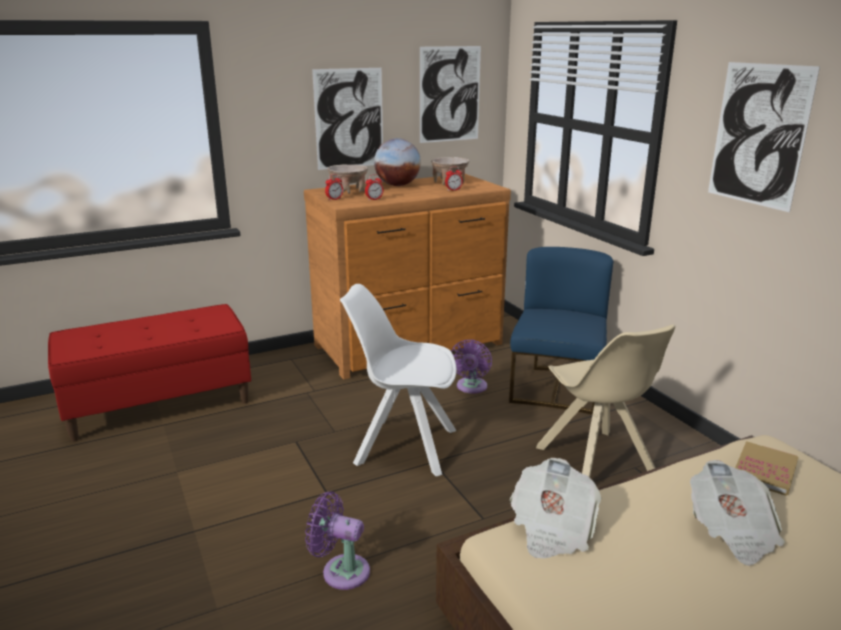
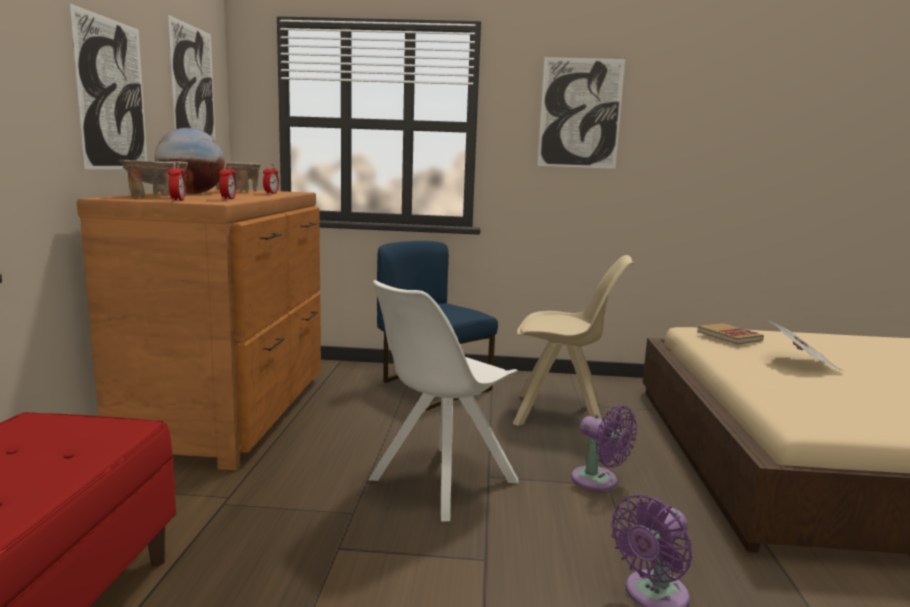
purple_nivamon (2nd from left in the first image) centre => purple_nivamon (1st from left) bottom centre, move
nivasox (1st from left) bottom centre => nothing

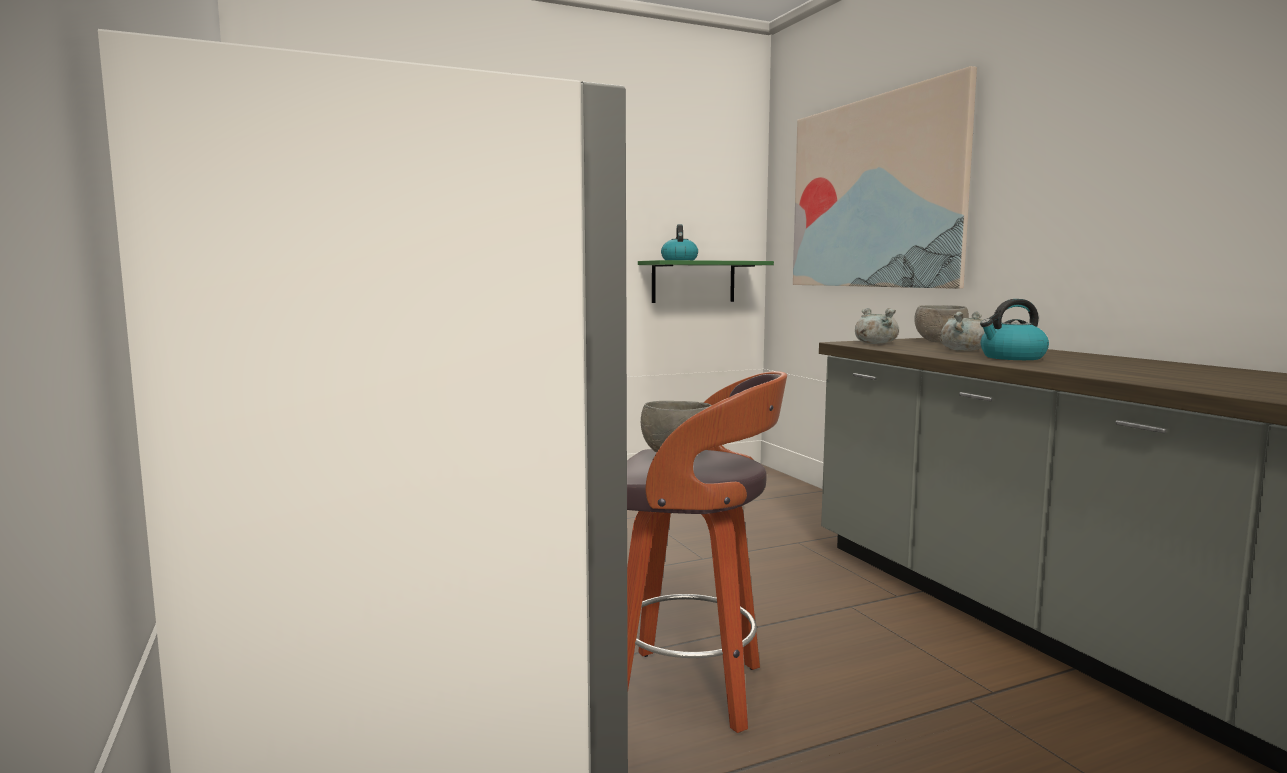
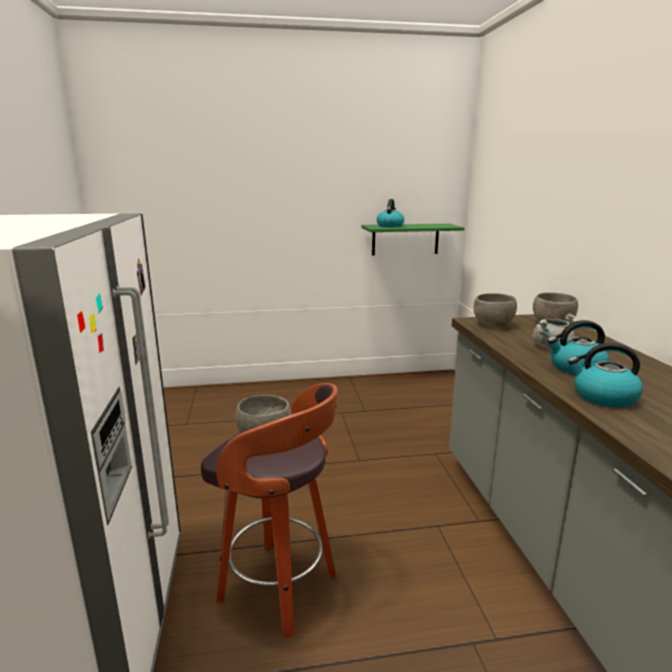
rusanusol top right => nothing
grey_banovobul (1st from left) middle right => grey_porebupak (2nd from left) middle right
nothing => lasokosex (3rd from left) middle right

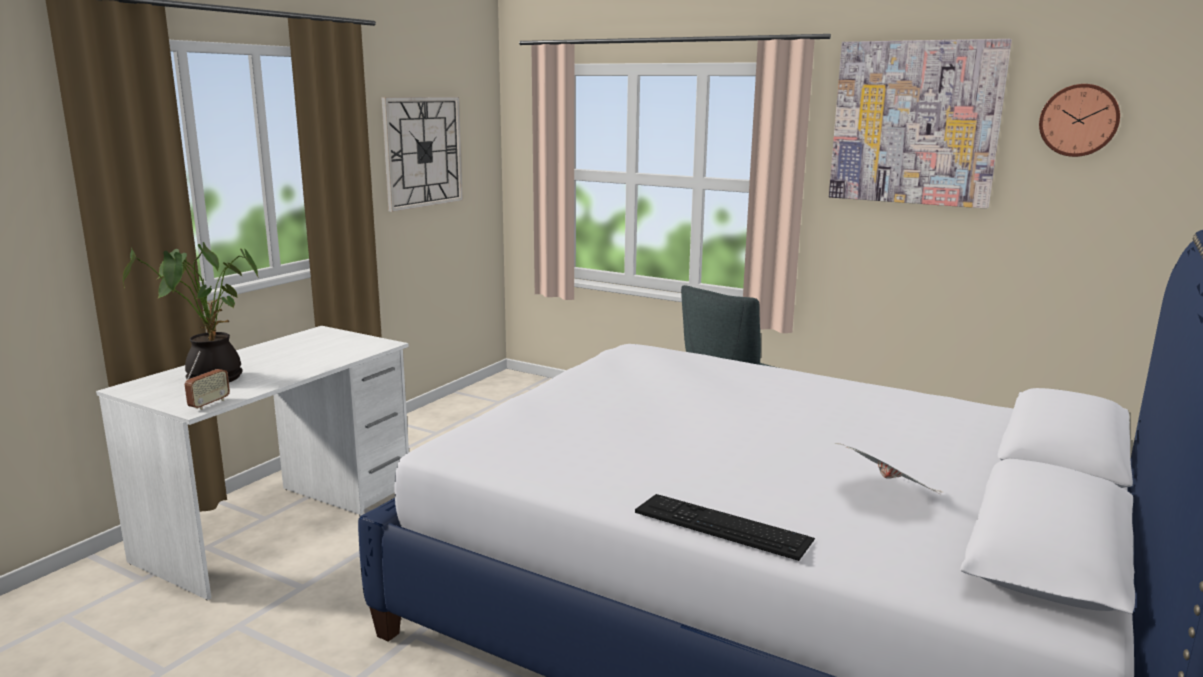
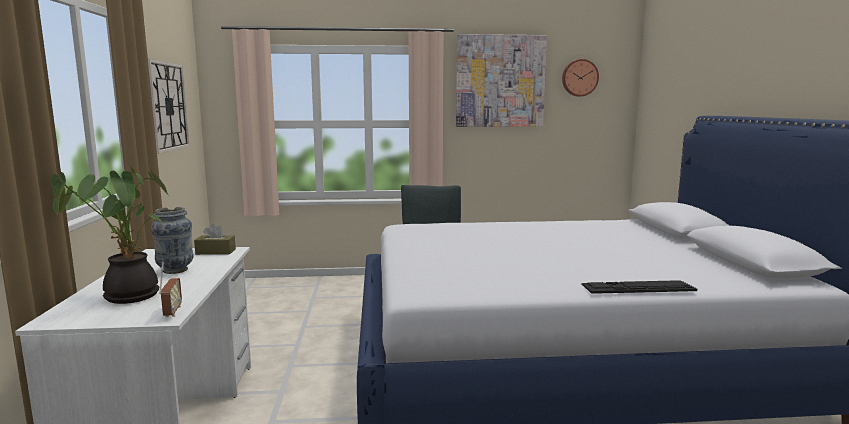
nivasox bottom right => nothing
nothing => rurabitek middle left
nothing => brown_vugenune middle left

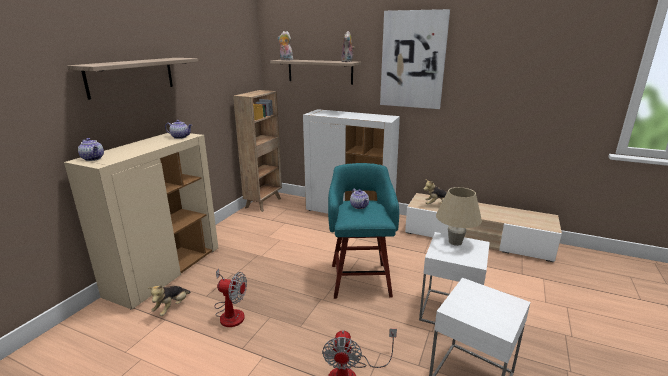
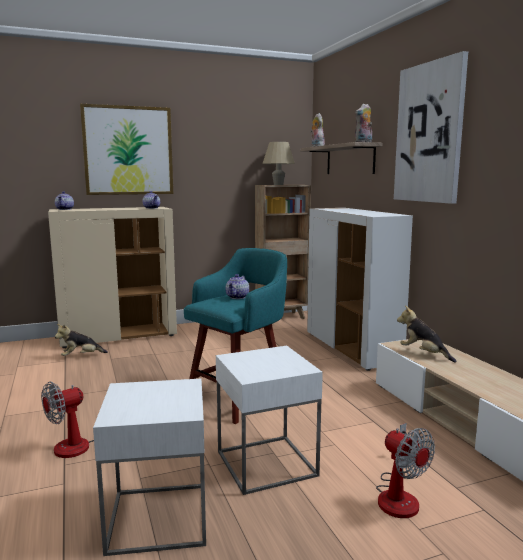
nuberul (1st from left) top left => rusanusol (1st from left) top left
nivamon (1st from left in the first image) bottom centre => nivamon (2nd from left) bottom right, move
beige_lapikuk middle right => beige_lapikuk top centre, move

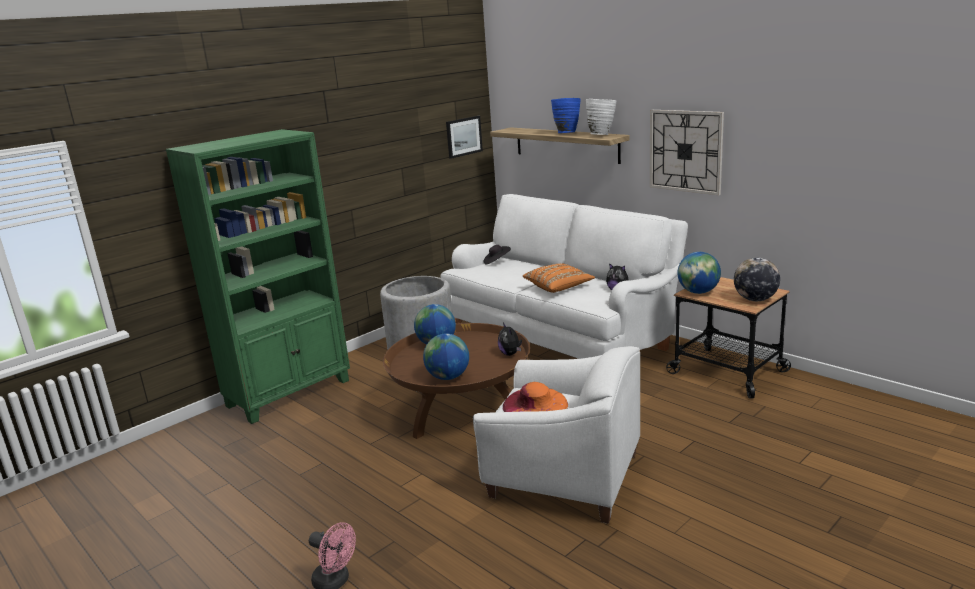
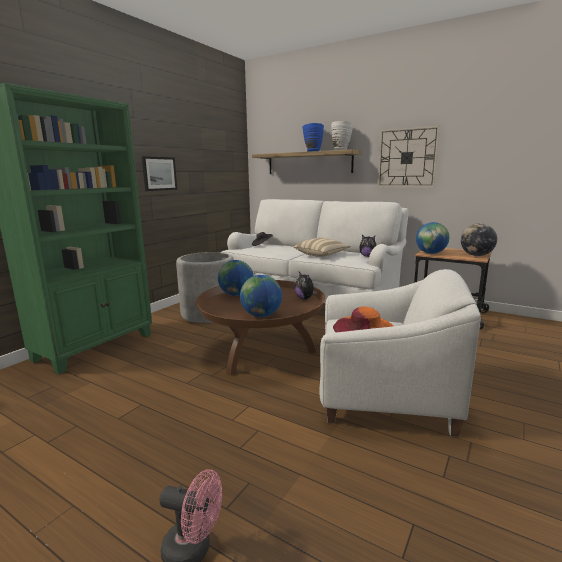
rusanusol top centre => rusanusol top left, move
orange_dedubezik centre => beige_dedubezik centre

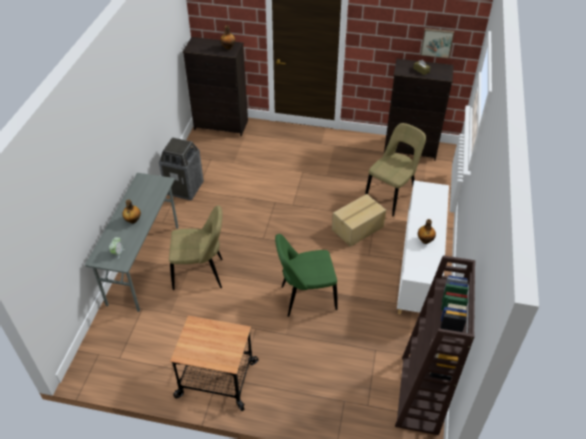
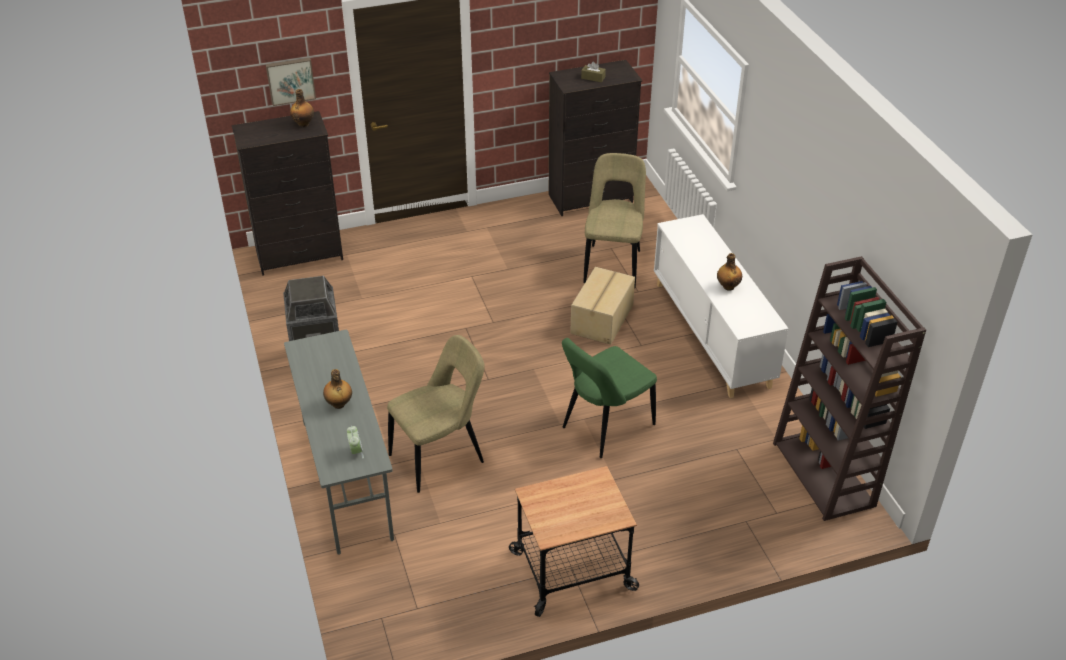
rusanusol top right => rusanusol top left, move

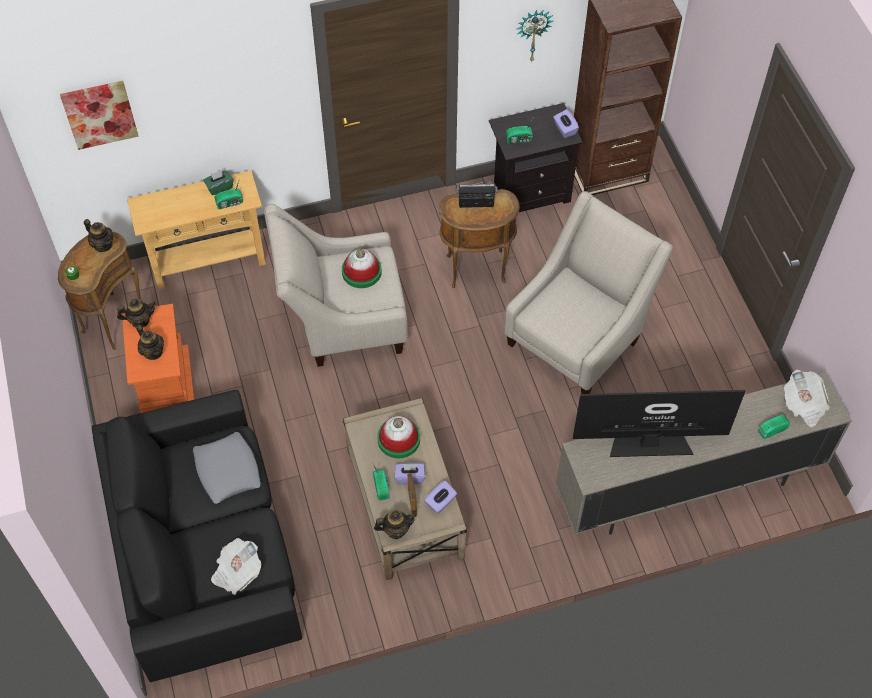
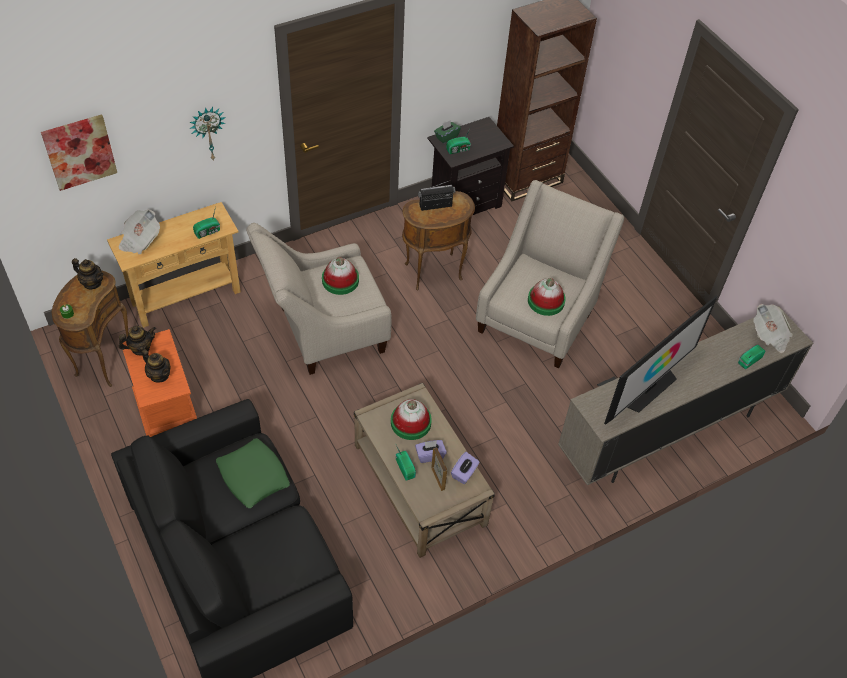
grey_dedubezik bottom left => green_dedubezik bottom left
green_vugenune top left => green_vugenune top centre, move
nivasox (1st from left) bottom left => nivasox (1st from left) middle left, move
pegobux (4th from left) bottom centre => nothing
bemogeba top centre => bemogeba top left, move
purple_vugenune (3rd from left) top centre => nothing
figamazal middle right, 150 degrees clockwise
nothing => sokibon (3rd from left) centre

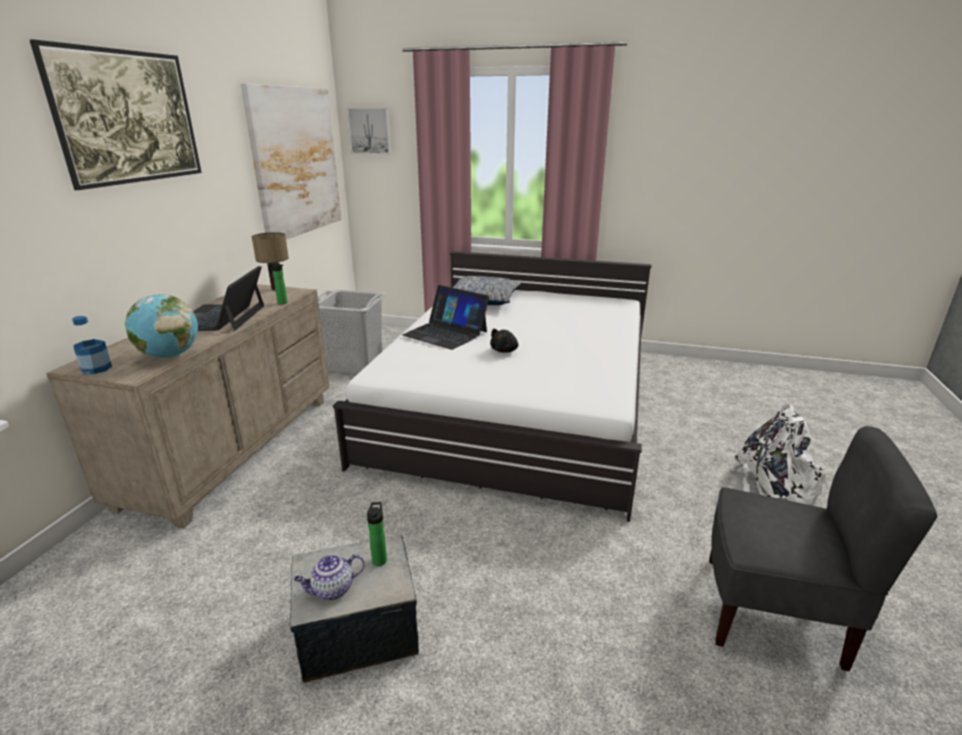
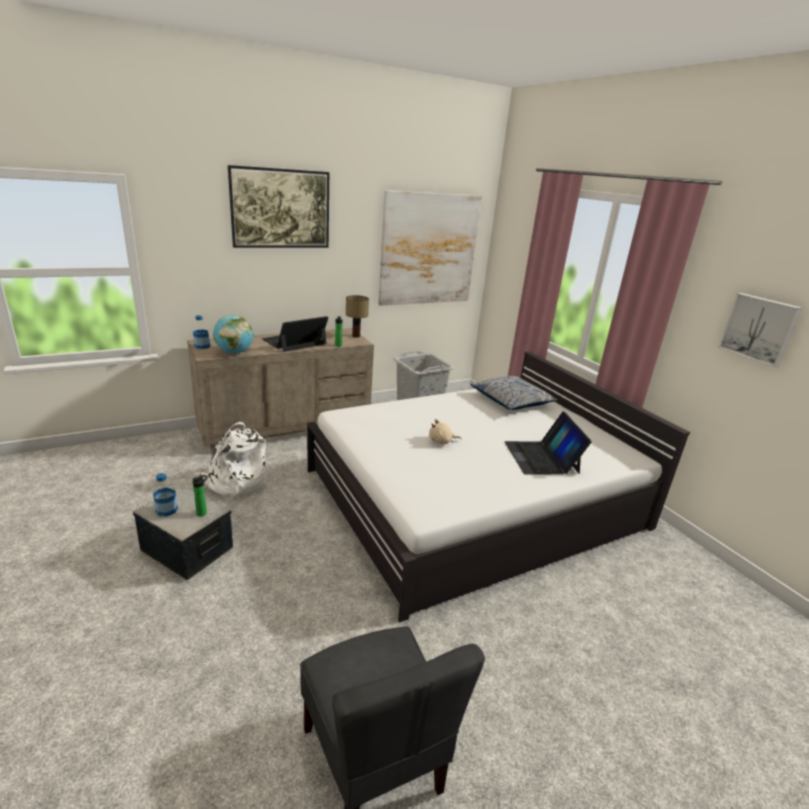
pegobux bottom centre => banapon (1st from left) middle left
rusanusol (3rd from left) top centre => rusanusol (3rd from left) middle right, move
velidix (2nd from left) centre => velidix (2nd from left) middle right, move
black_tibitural centre => beige_tibitural centre
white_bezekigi middle right => white_bezekigi middle left, move

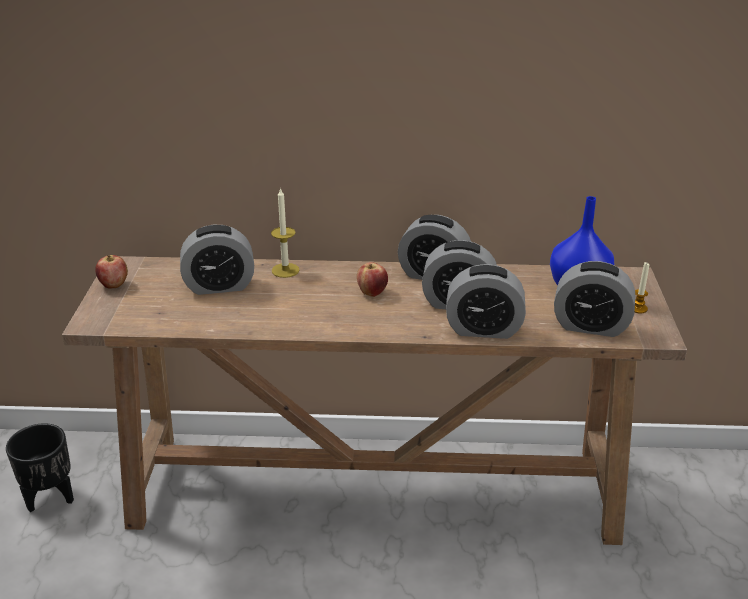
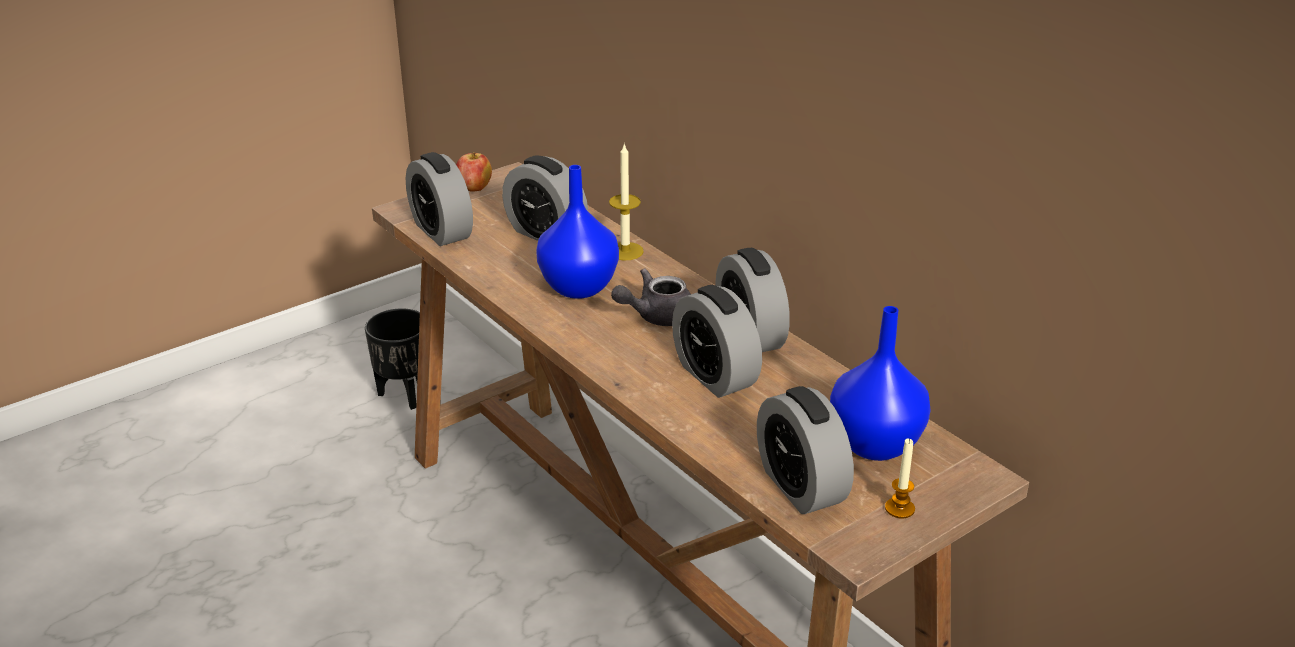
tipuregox (2nd from left) centre => grey_pegobux centre
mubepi (4th from left in the first image) centre => mubepi (1st from left) top centre, move
nothing => blue_rurabitek (1st from left) centre

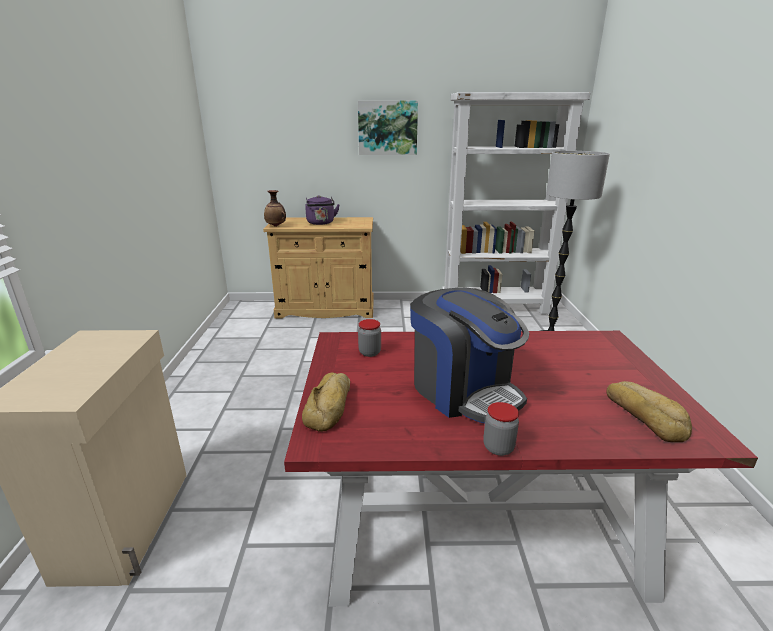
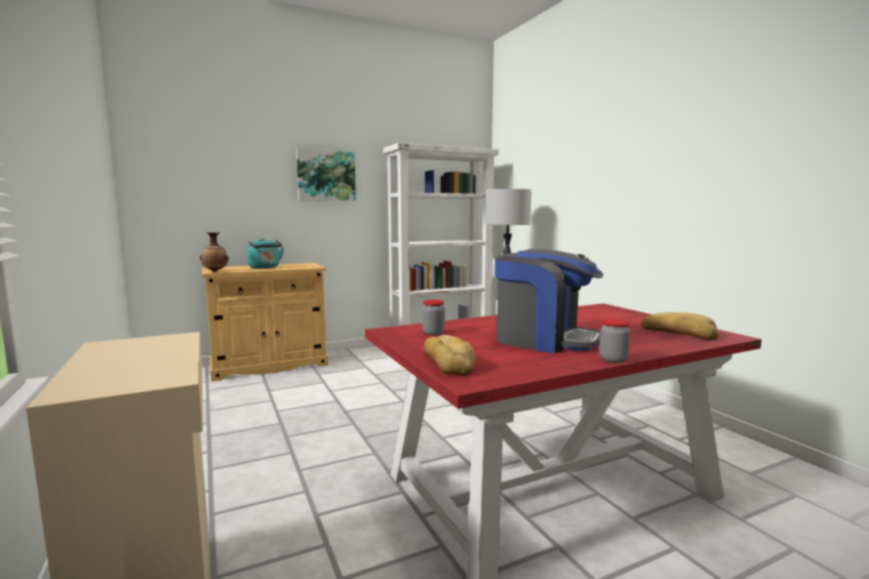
purple_lasokosex top centre => turquoise_lasokosex middle left

